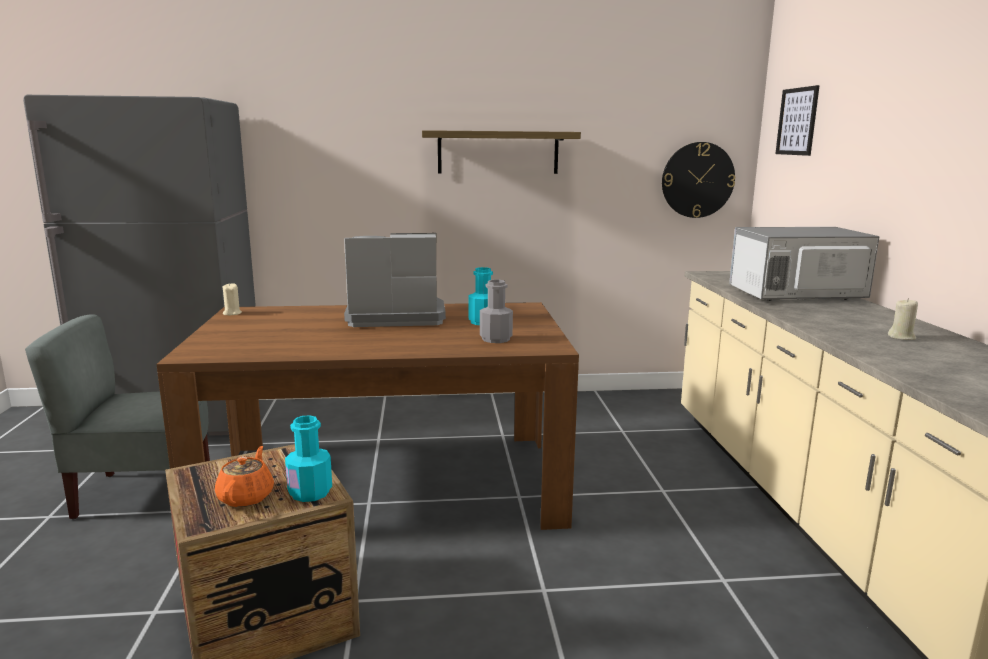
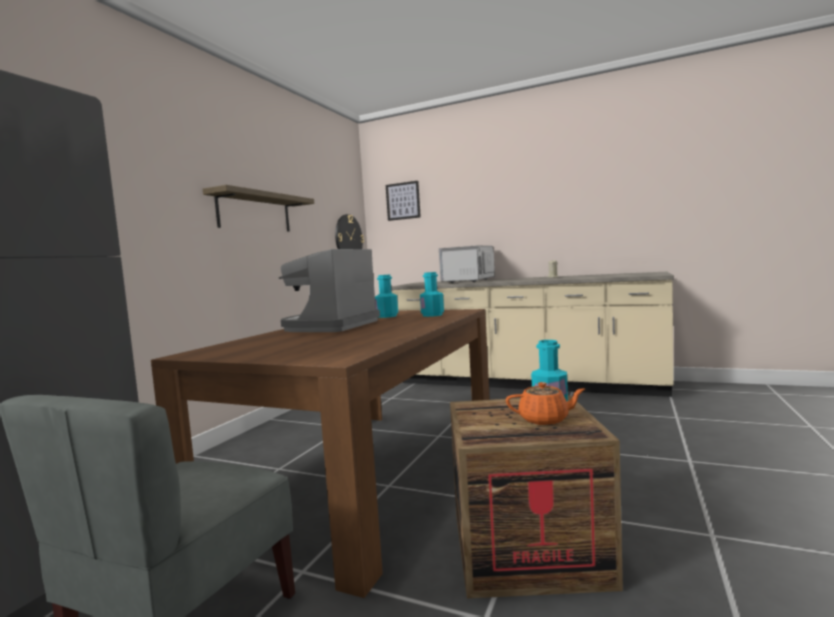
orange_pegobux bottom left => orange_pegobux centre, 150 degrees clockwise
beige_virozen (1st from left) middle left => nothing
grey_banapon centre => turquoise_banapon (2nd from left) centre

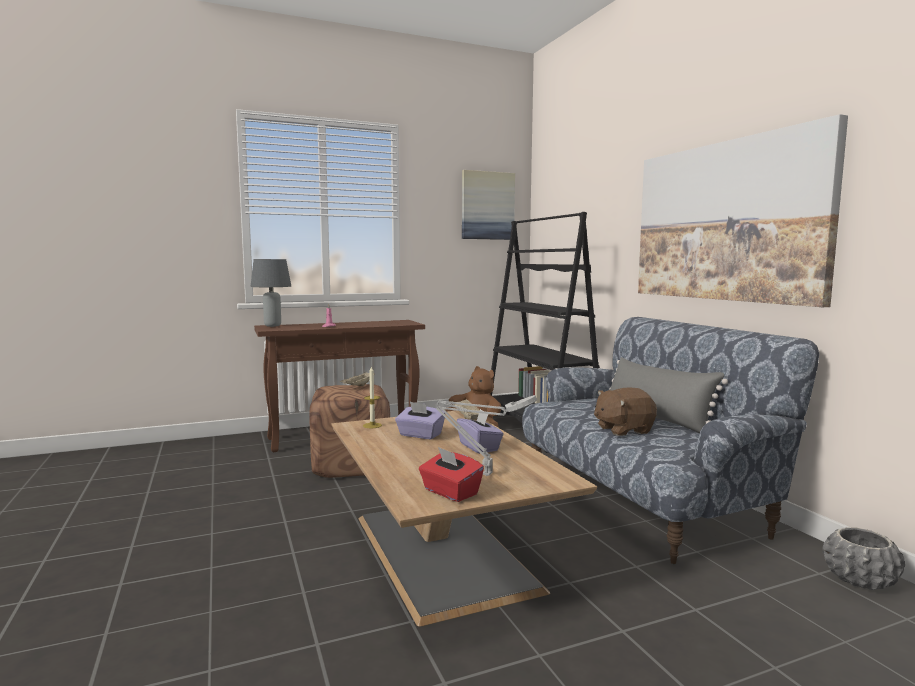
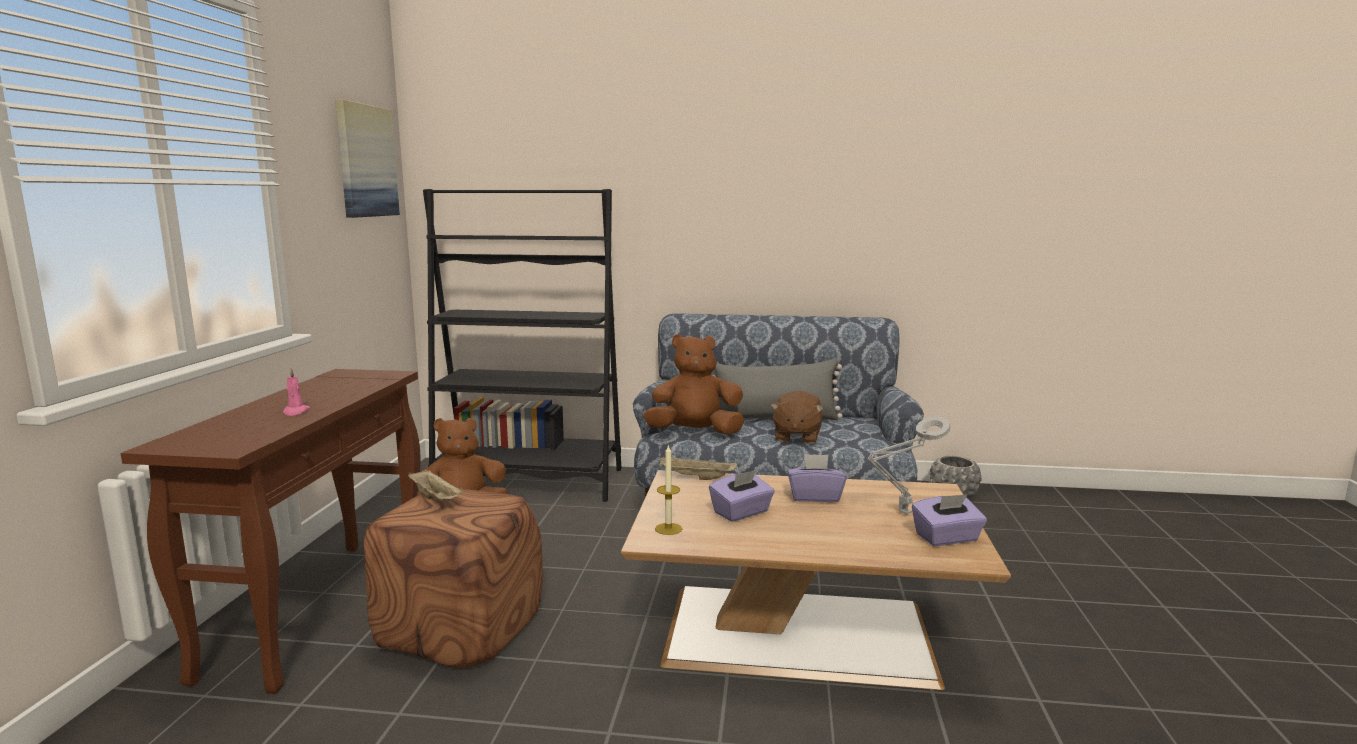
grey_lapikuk (1st from left) middle left => nothing
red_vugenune bottom centre => purple_vugenune (3rd from left) bottom right
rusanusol (2nd from left) top right => nothing
nothing => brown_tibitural (2nd from left) centre

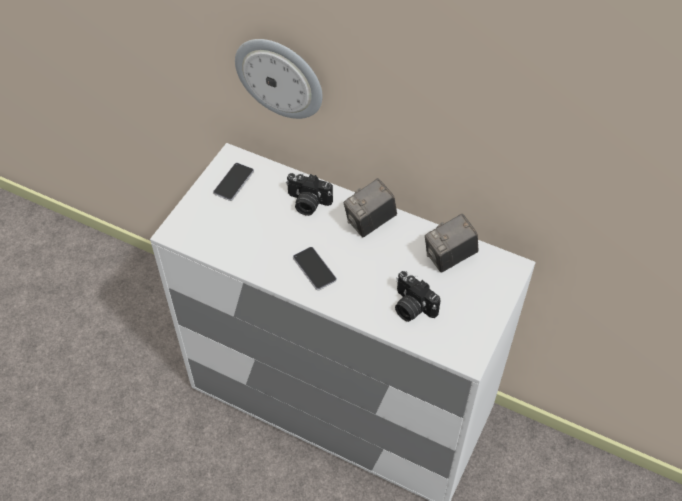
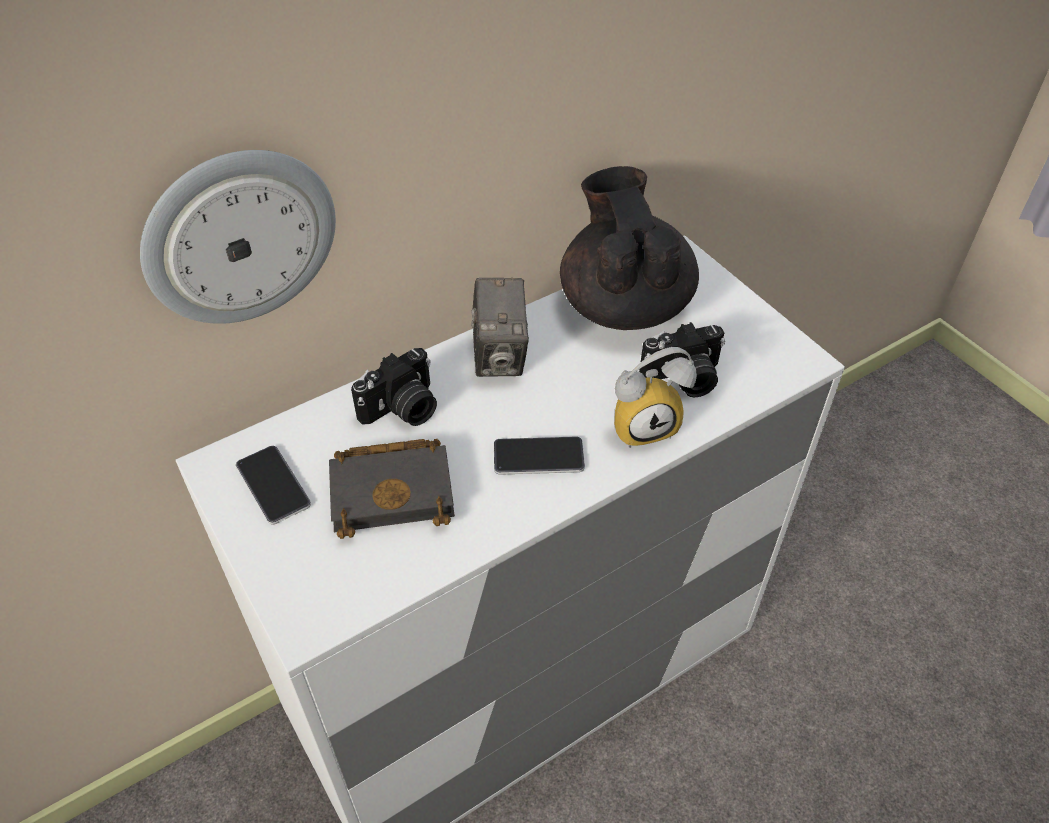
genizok (4th from left) centre => black_pegobux top centre
nothing => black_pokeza centre
nothing => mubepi centre

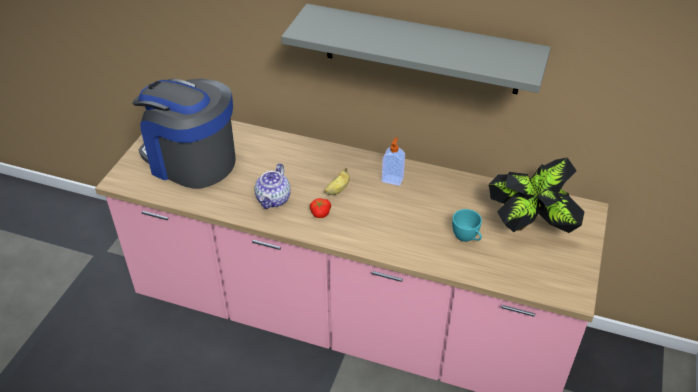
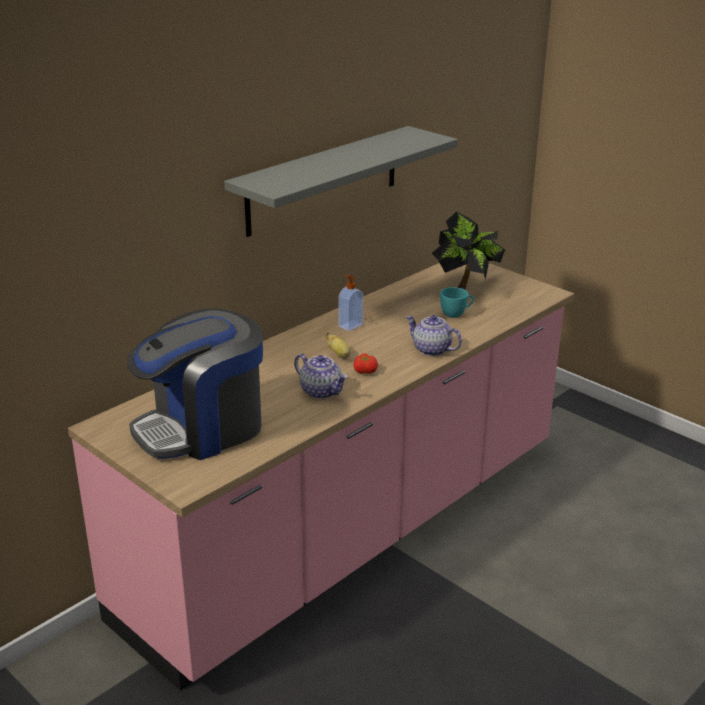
nothing => pegobux (2nd from left) centre

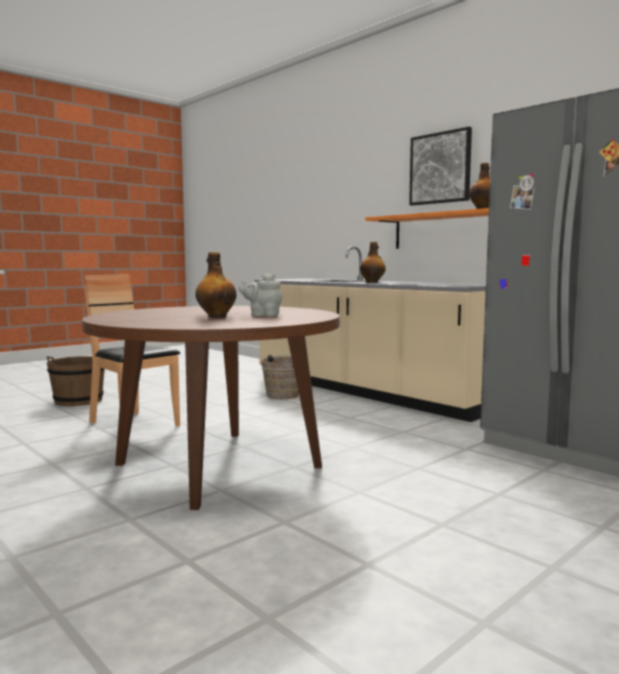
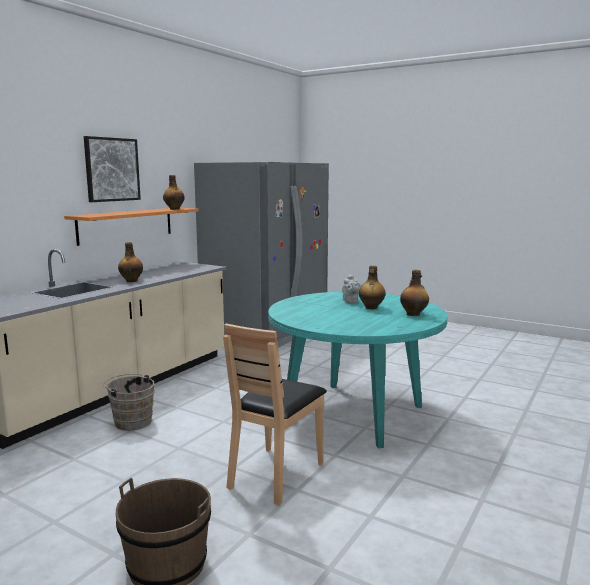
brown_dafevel centre => turquoise_dafevel centre
nothing => banapon (4th from left) middle right

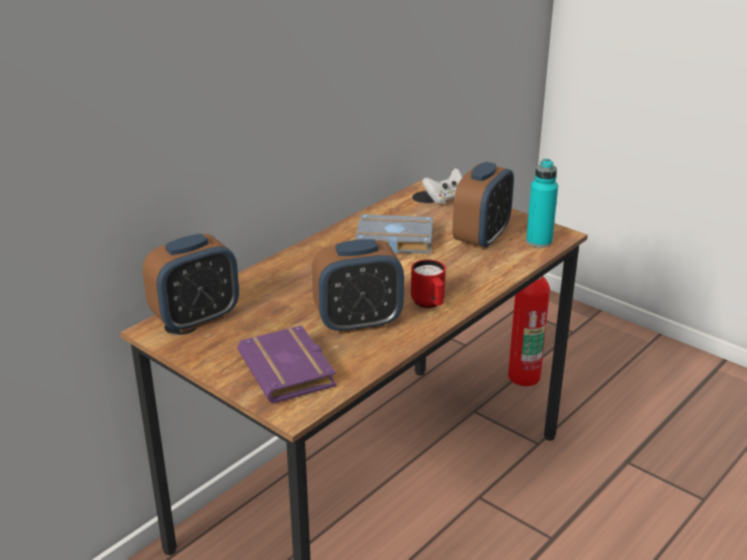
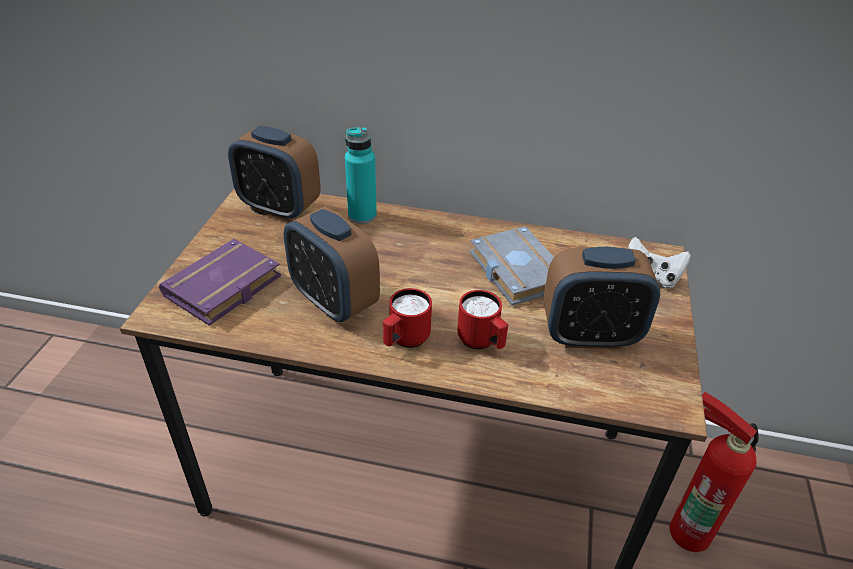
turquoise_banapon middle right => turquoise_banapon top centre, move
nothing => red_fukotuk (2nd from left) centre

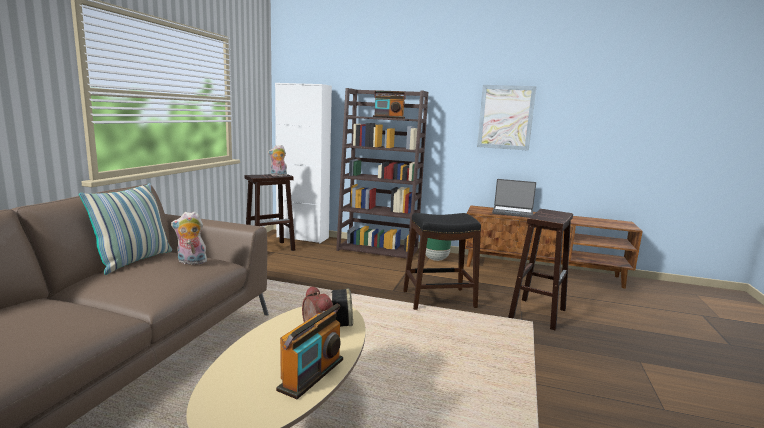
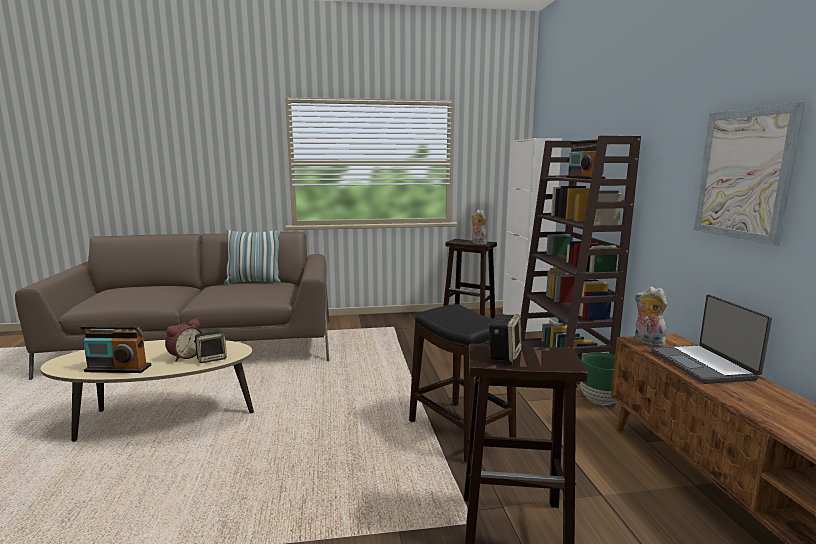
tibitural (1st from left in the first image) middle left => tibitural (2nd from left) middle right, move
nothing => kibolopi (2nd from left) centre

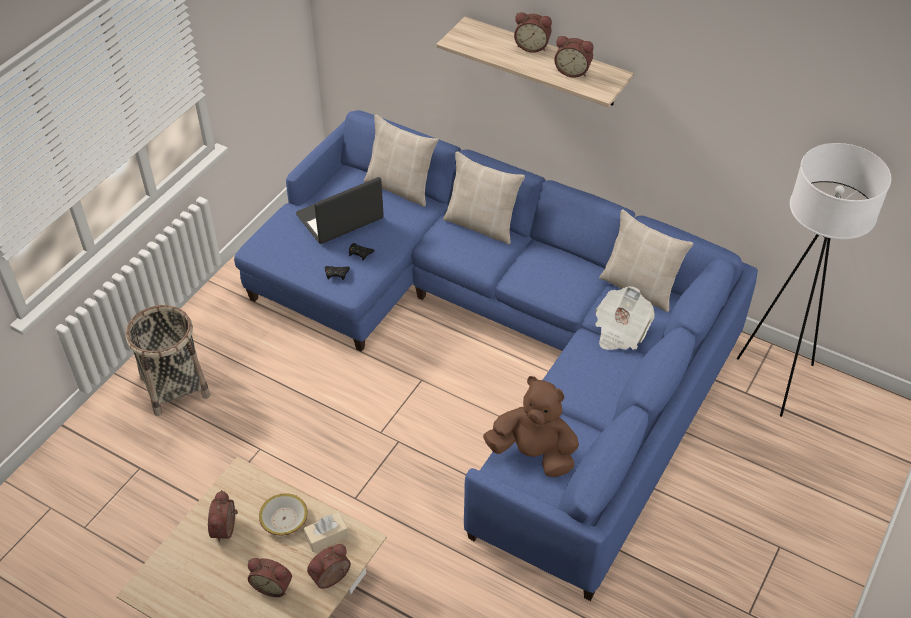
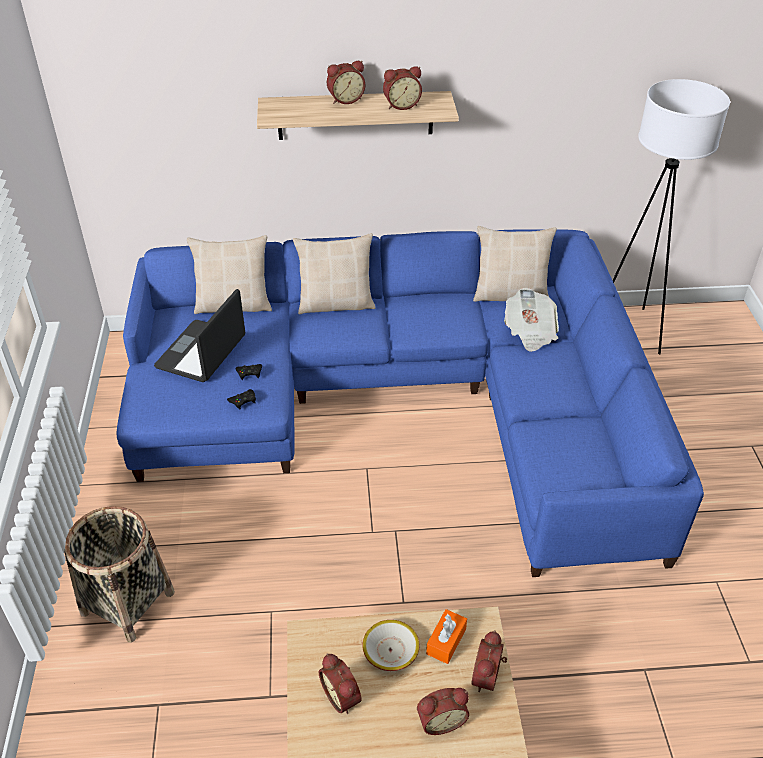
beige_vugenune bottom centre => orange_vugenune bottom centre
brown_tibitural bottom centre => nothing

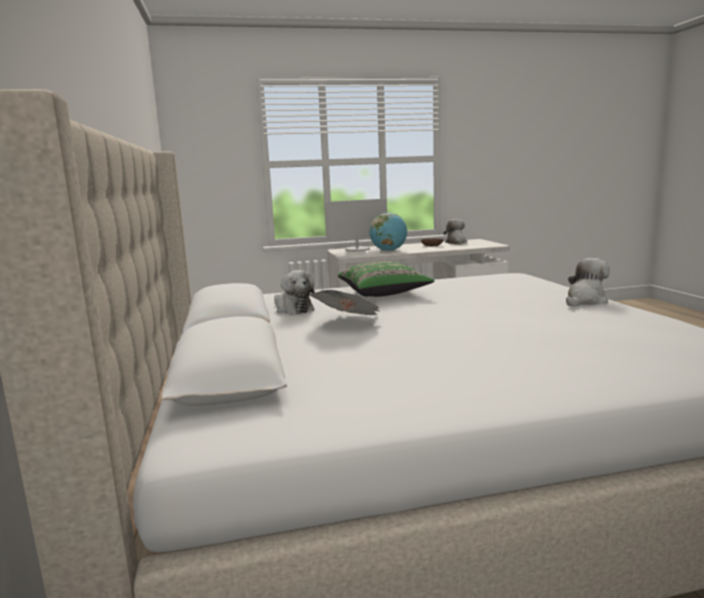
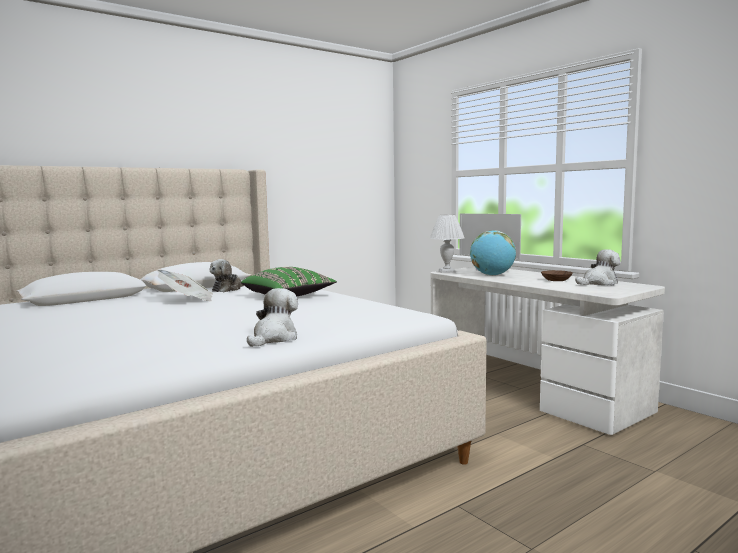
tibitural (3rd from left in the first image) middle right => tibitural (2nd from left) centre, 90 degrees counterclockwise
nothing => white_lapikuk centre

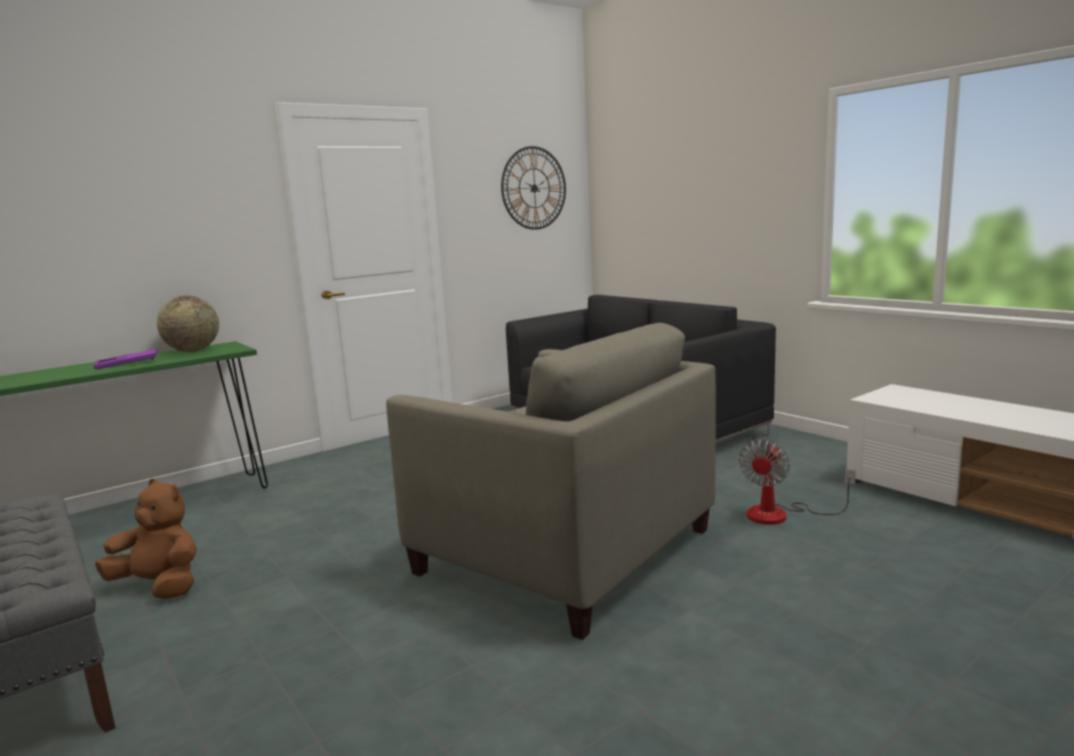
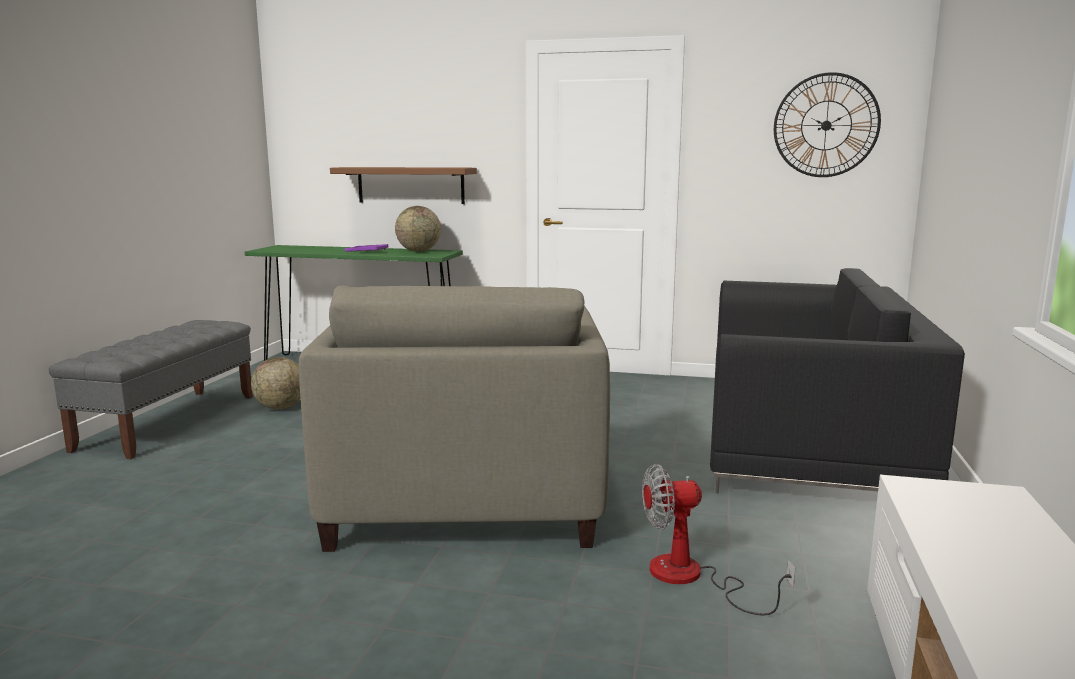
brown_tibitural bottom left => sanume (1st from left) middle left
nothing => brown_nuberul top centre

